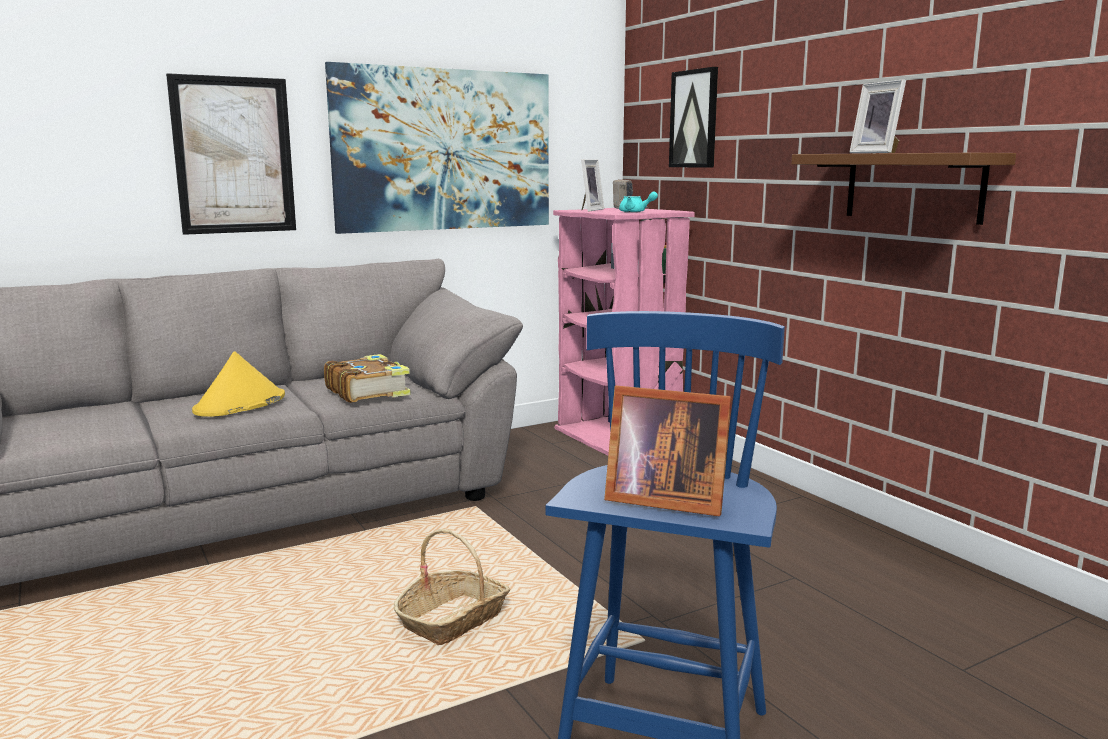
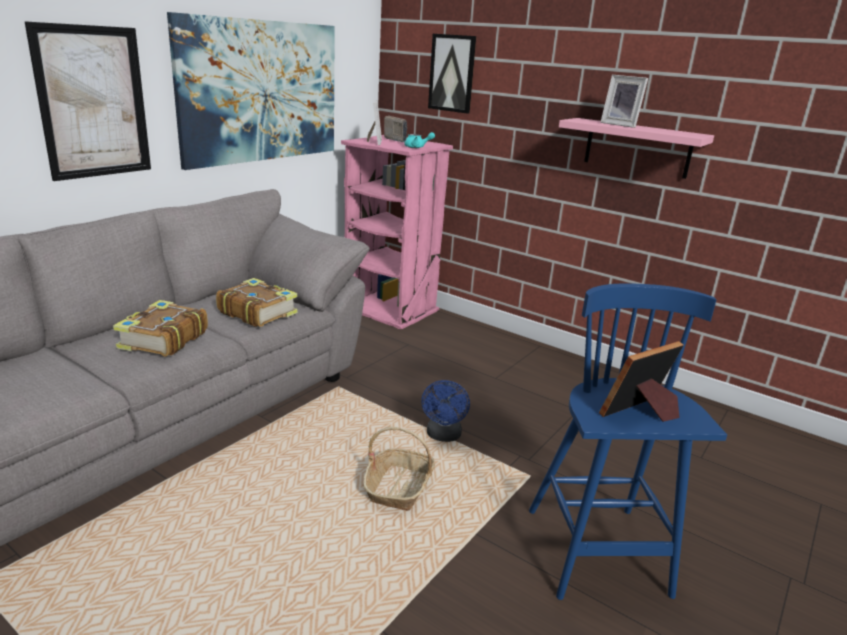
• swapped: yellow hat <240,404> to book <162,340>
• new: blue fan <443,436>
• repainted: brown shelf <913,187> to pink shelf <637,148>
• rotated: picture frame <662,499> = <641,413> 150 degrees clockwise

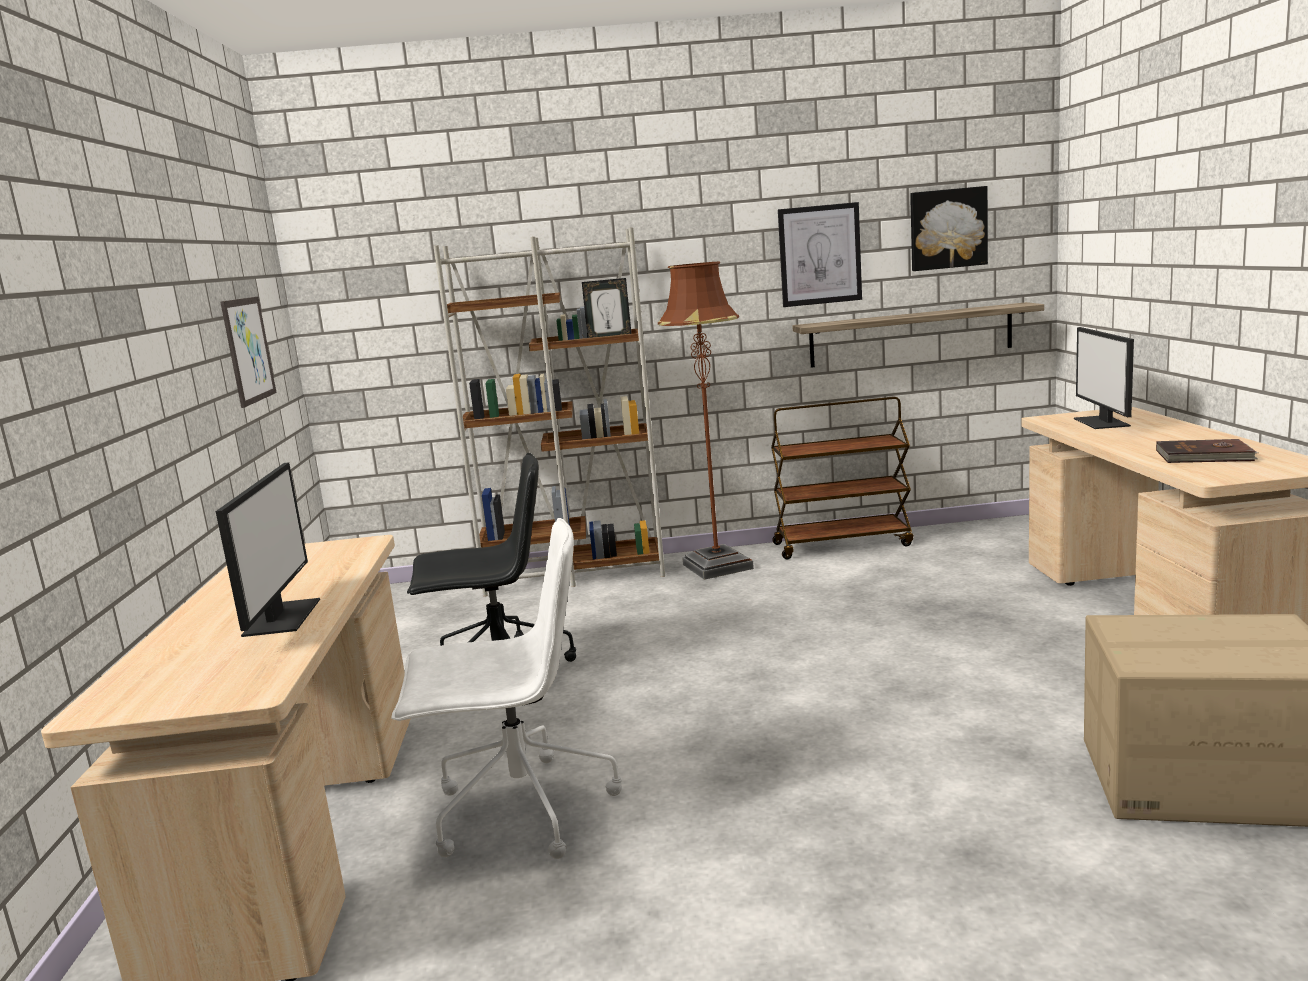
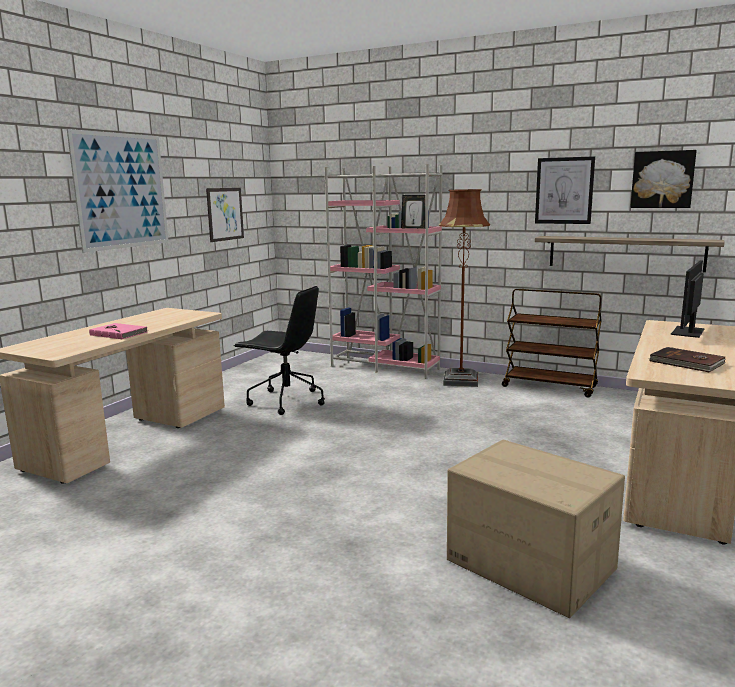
• new: picture <122,191>
• swapped: monitor <280,617> to pink book <119,333>
• repainted: brown bookcase <575,576> to pink bookcase <385,367>
• gone: white office chair <514,812>

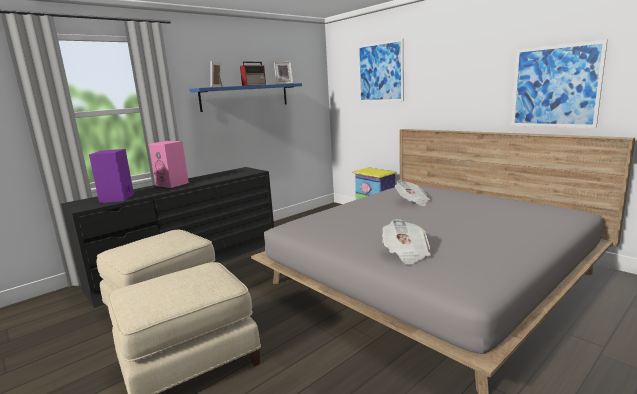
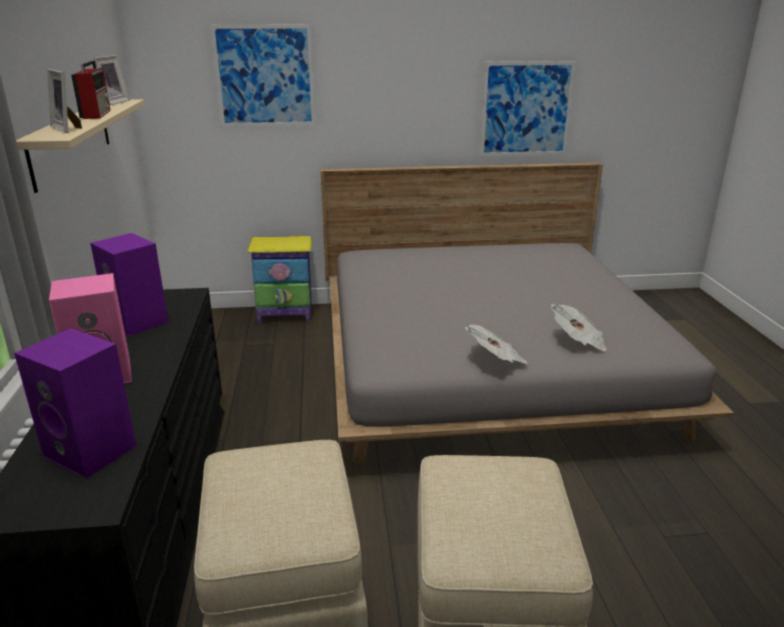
• repainted: blue shelf <245,97> to beige shelf <71,141>
• new: purple speaker <139,322>
• shifted: newspaper <412,202> to <495,359>

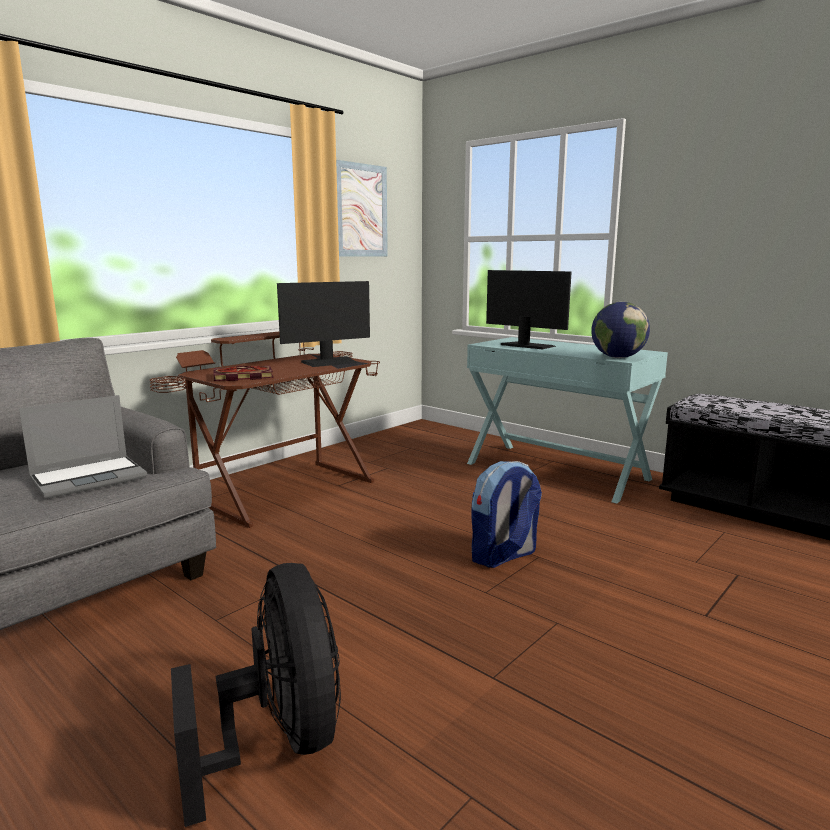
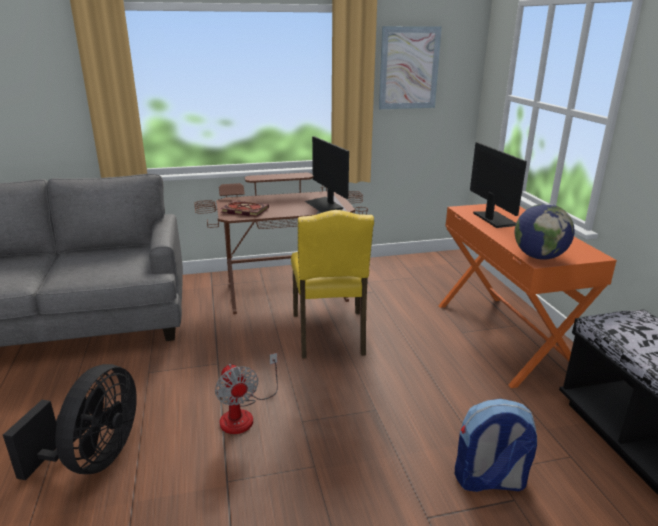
• new: fan <244,414>
• new: yellow chair <330,335>
• rotated: monitor <330,362> = <324,205> 60 degrees clockwise
• repainted: turquoise desk <556,471> to orange desk <504,337>
• shifted: backpack <503,556> to <489,481>
• gone: laptop <90,478>

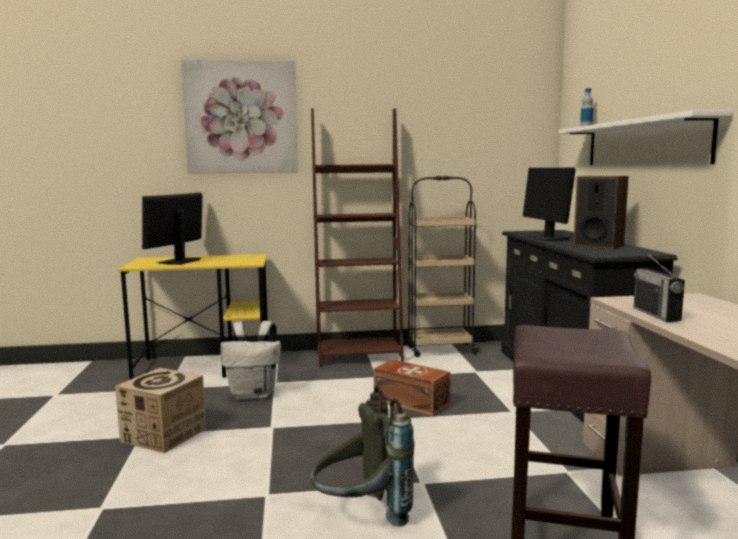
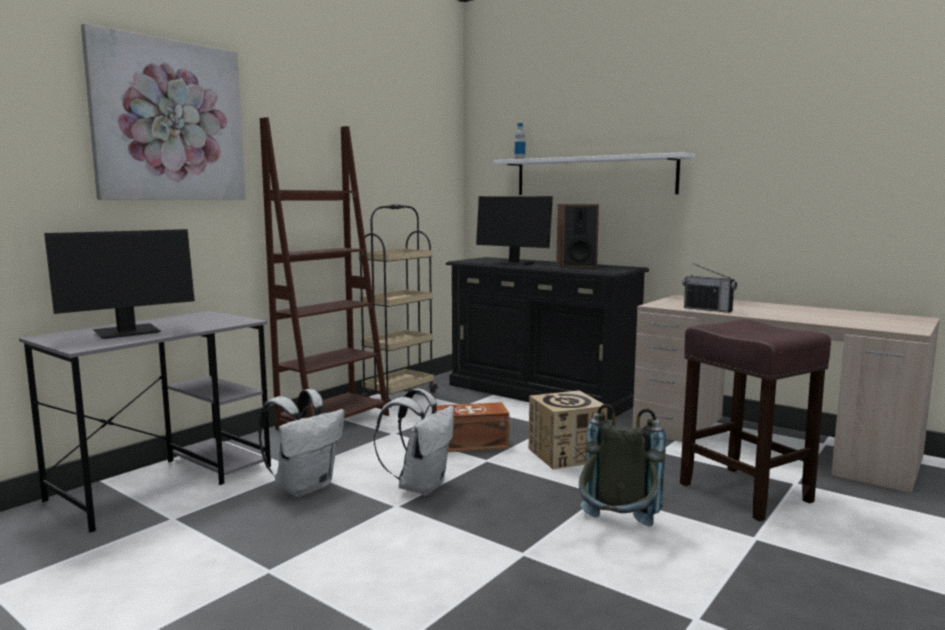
• repainted: yellow desk <205,366> to grey desk <165,482>
• rotated: monitor <179,261> = <127,332> 105 degrees counterclockwise
• new: white backpack <420,486>
• shifted: cardboard box <164,435> to <566,455>

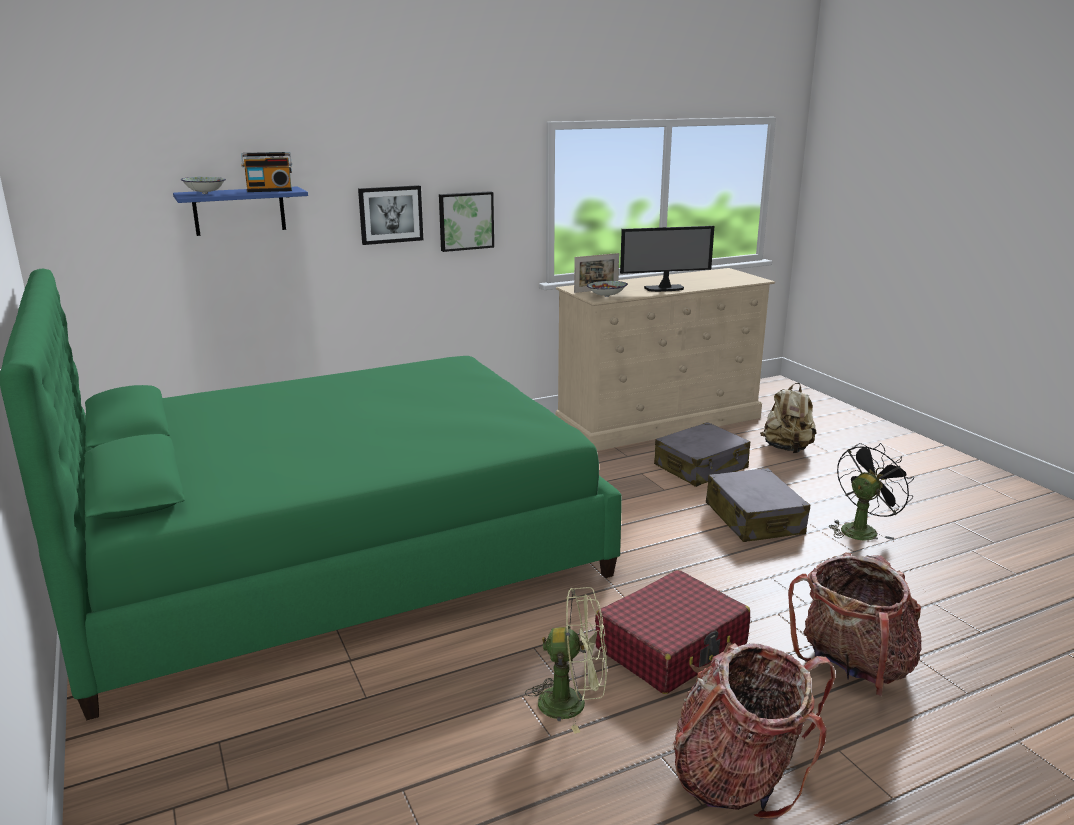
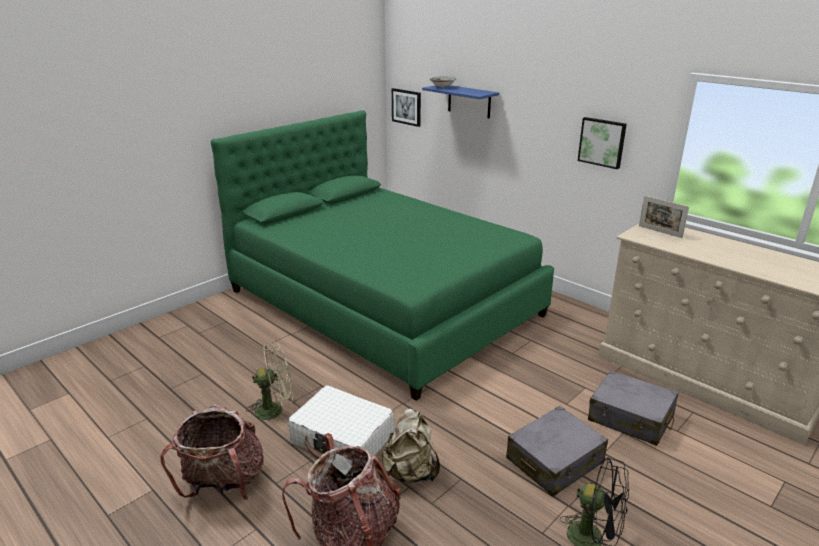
• rotated: green fan <573,703> = <275,409> 90 degrees counterclockwise
• repainted: red suitcase <672,647> to white suitcase <343,439>
• shifted: beige backpack <787,449> to <410,472>
• shifted: picture <390,214> to <406,107>
• gone: radio <269,190>
• gone: bowl <607,296>
• gone: monitor <665,289>

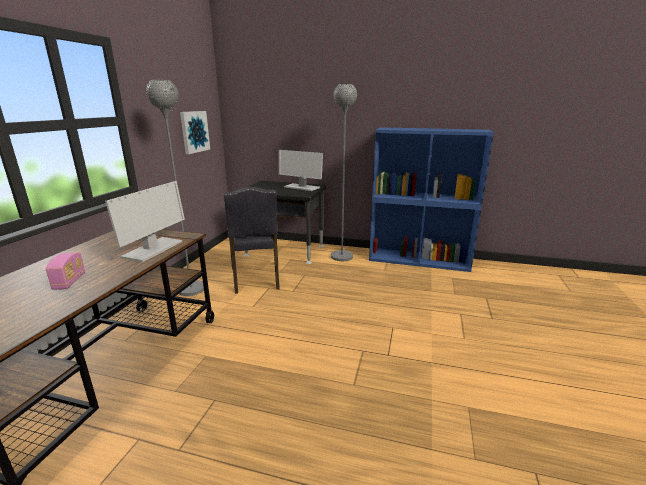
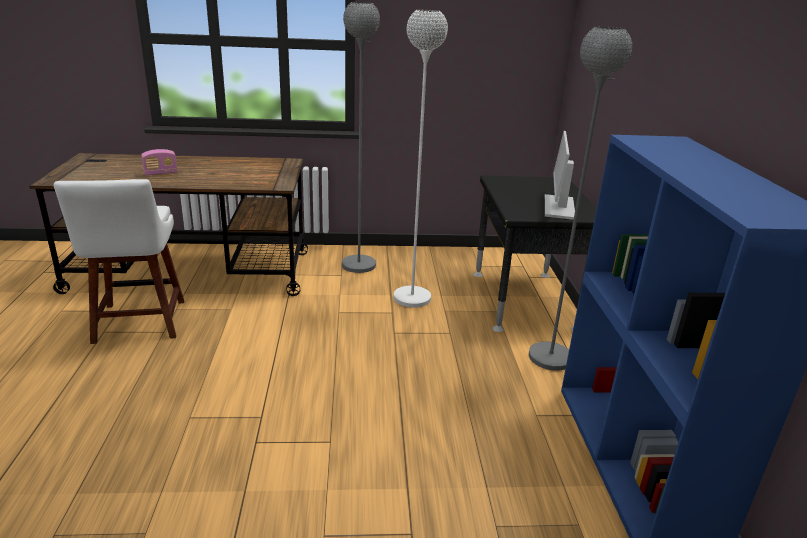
• new: white stool <138,323>
• swapped: grey chair <256,279> to white floor lamp <411,298>
• gone: monitor <152,250>
• gone: picture <194,131>

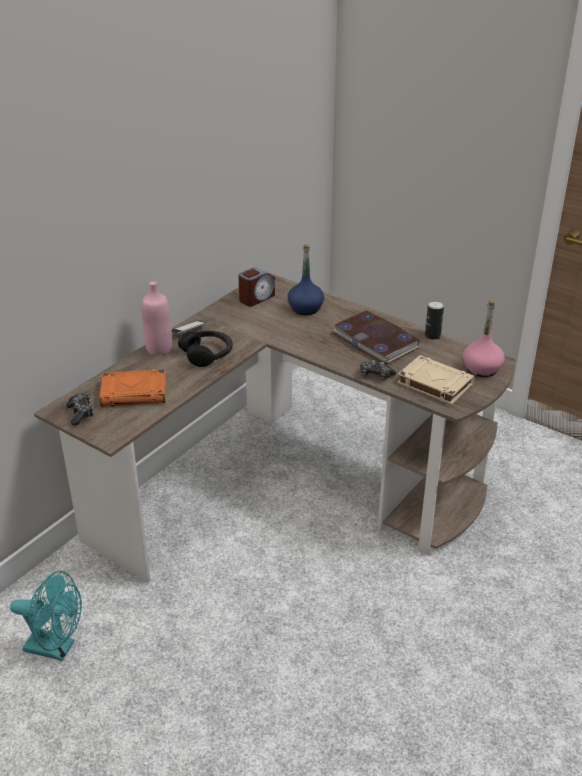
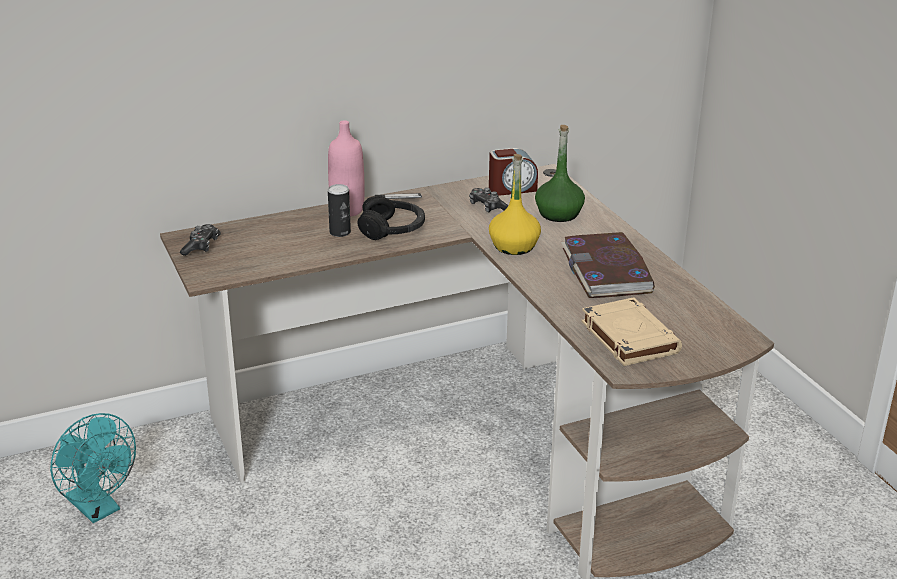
• shifted: can <432,336> to <340,232>
• shifted: game controller <375,375> to <487,207>
• new: yellow bottle <514,246>
• repainted: blue bottle <305,308> to green bottle <559,214>
• gone: orange book <135,393>
• gone: pink bottle <482,369>

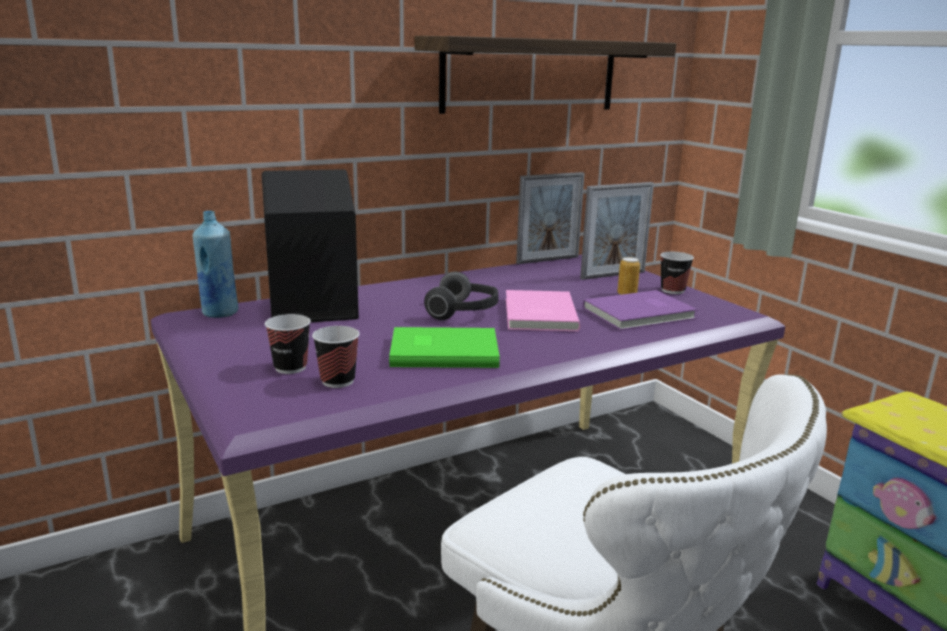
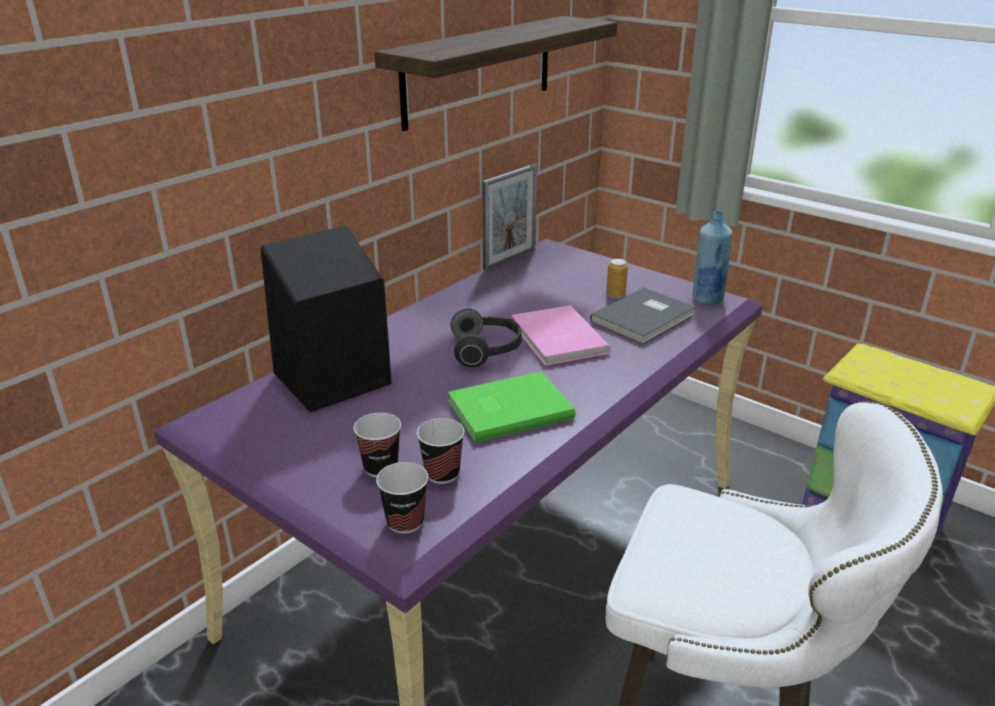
• shifted: cup <672,290> to <405,522>
• repainted: purple book <641,314> to grey book <645,318>
• shifted: blue bottle <219,313> to <707,299>
• gone: picture frame <613,275>

